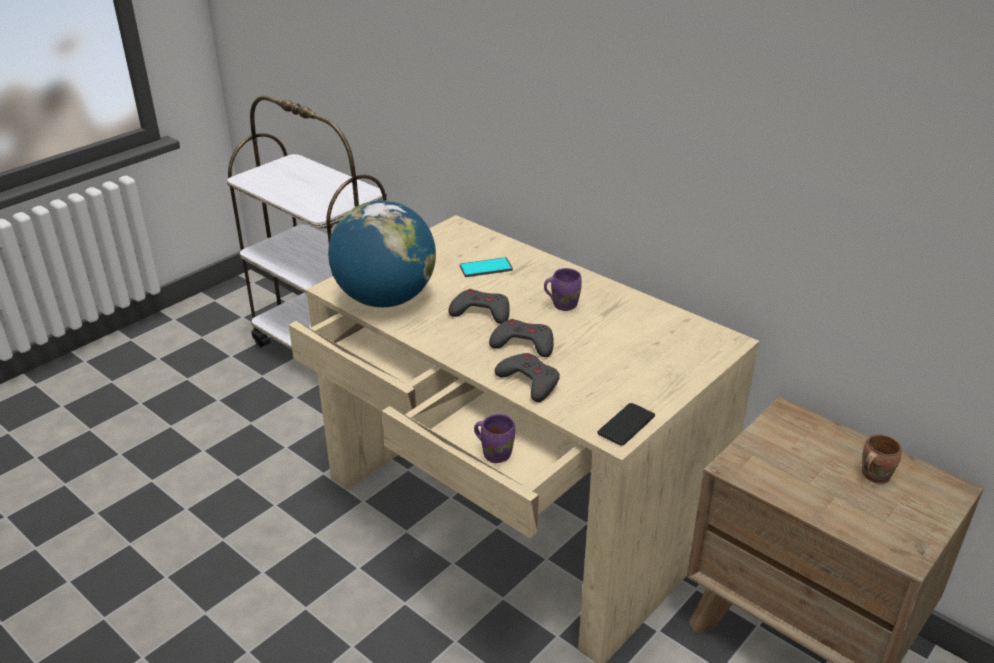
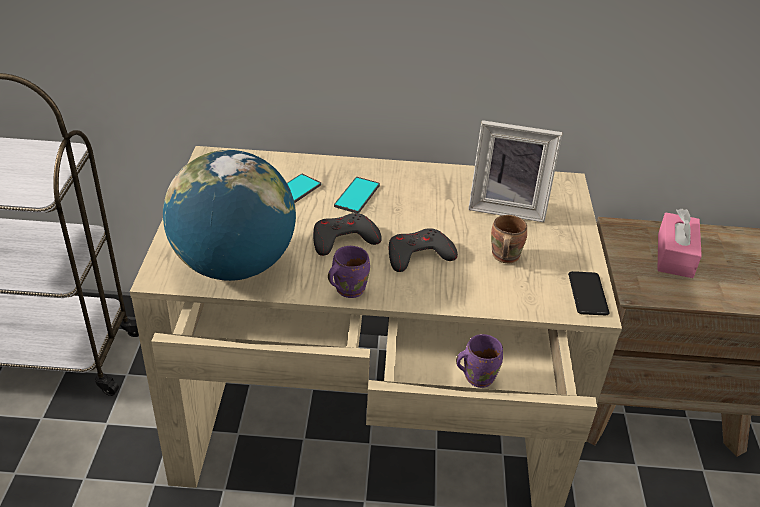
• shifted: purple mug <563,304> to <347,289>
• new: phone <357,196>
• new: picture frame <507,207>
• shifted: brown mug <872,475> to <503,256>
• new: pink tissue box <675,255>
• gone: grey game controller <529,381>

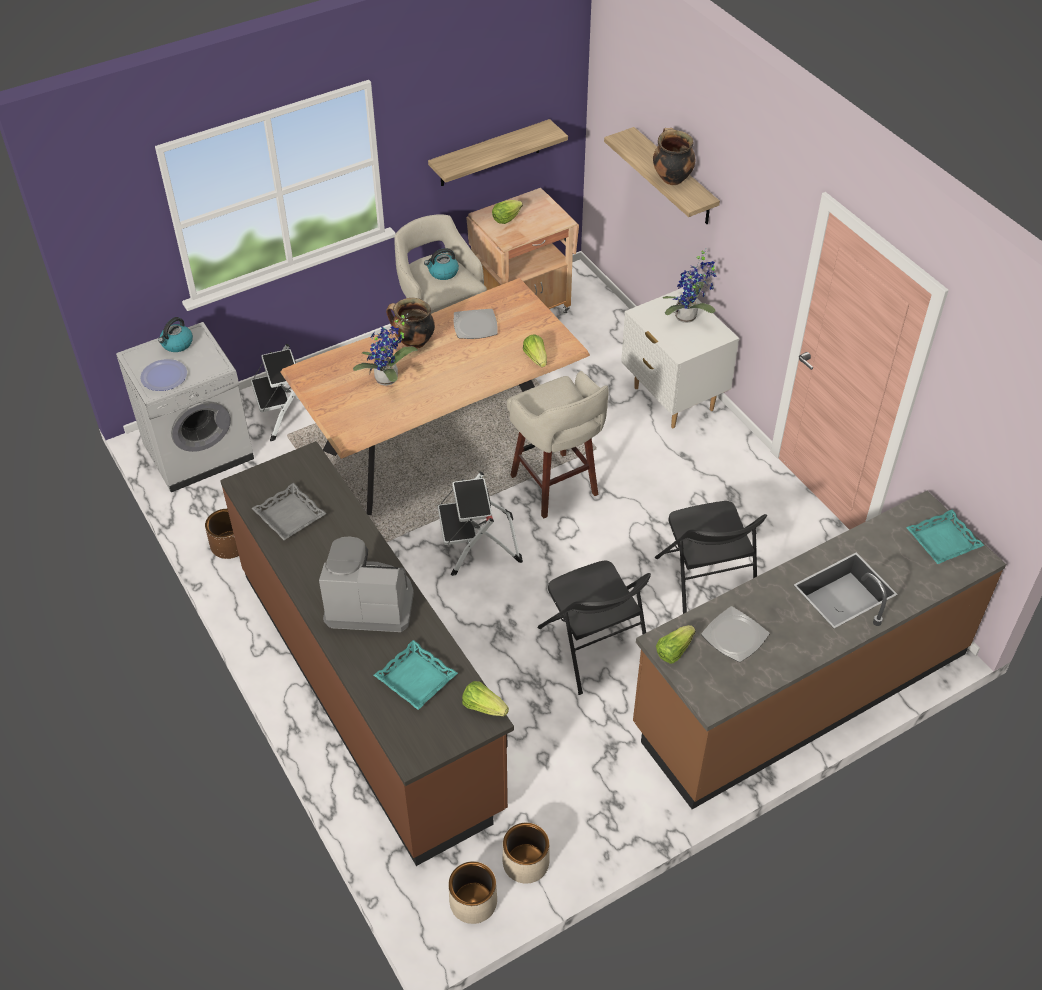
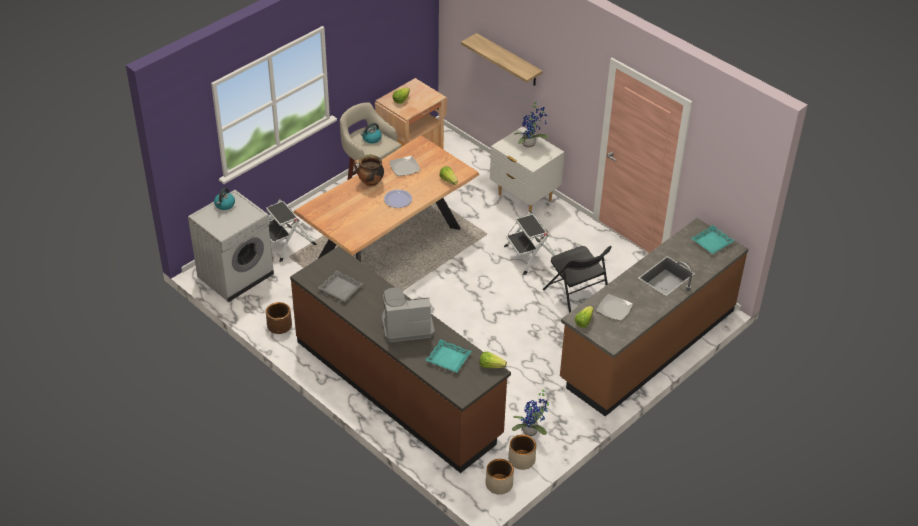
• shifted: plate <164,376> to <398,199>
• shifted: step ladder <479,542> to <532,255>
• shifted: potted plant <388,380> to <532,432>
• gone: shelf <490,153>
• gone: beige stool <555,488>
• gone: black chair <593,646>
• gone: cooking pot <671,178>

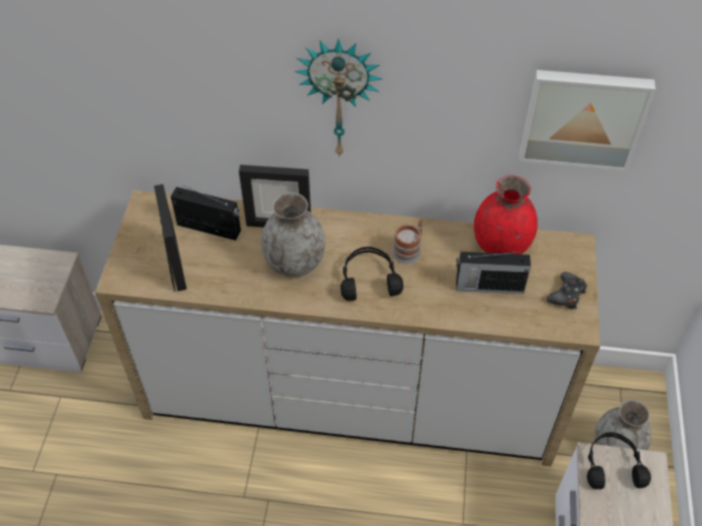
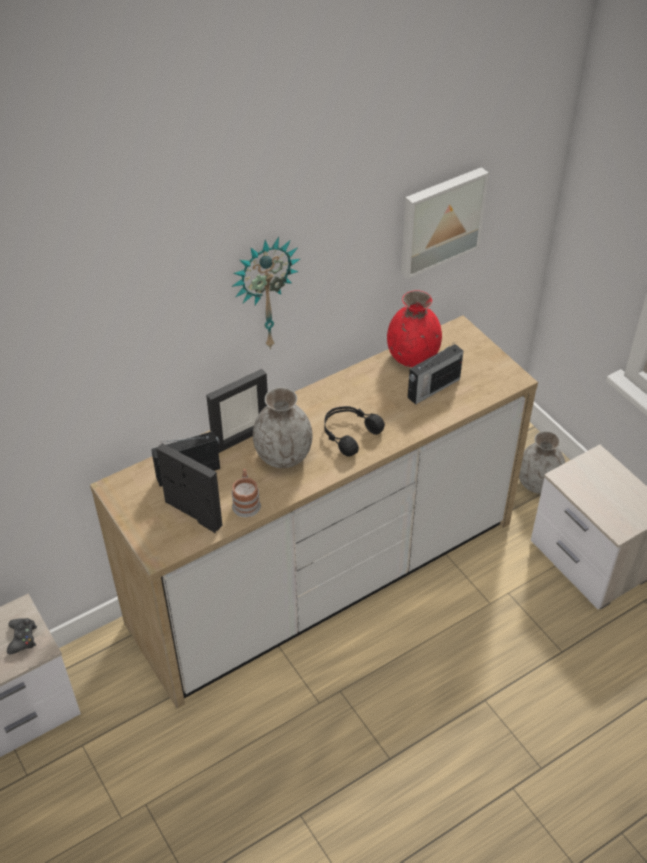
• shifted: black game controller <566,295> to <22,638>
• shifted: mug <409,250> to <246,502>
• gone: black headphones <612,465>

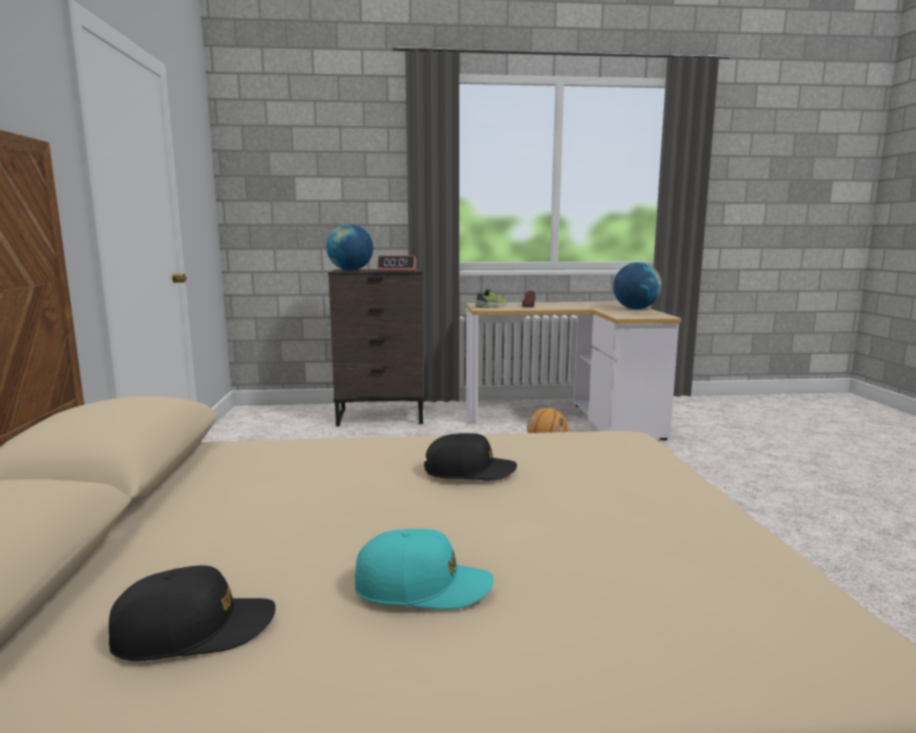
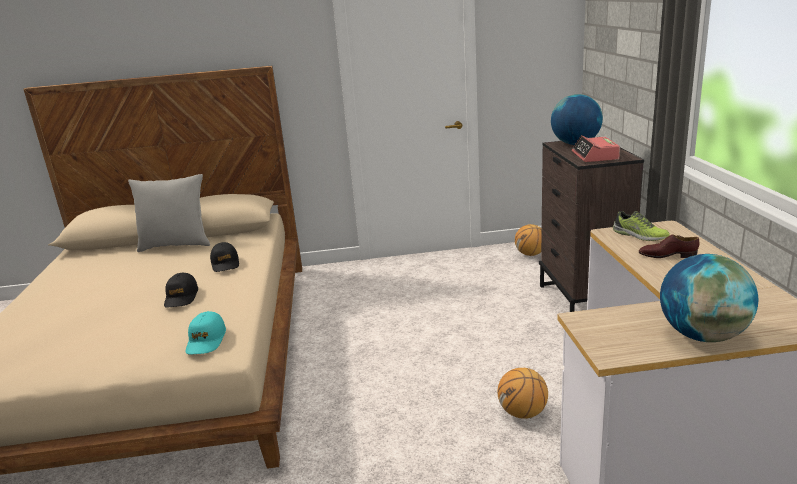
• new: grey pillow <176,245>
• shifted: turquoise cap <422,587> to <206,340>
• shifted: black cap <194,630> to <225,263>
• new: basketball <530,254>

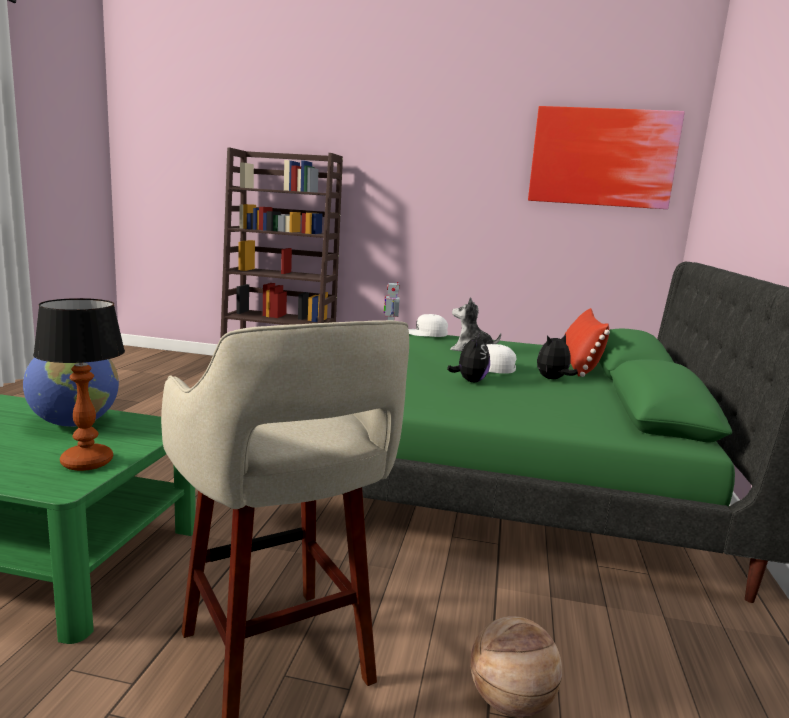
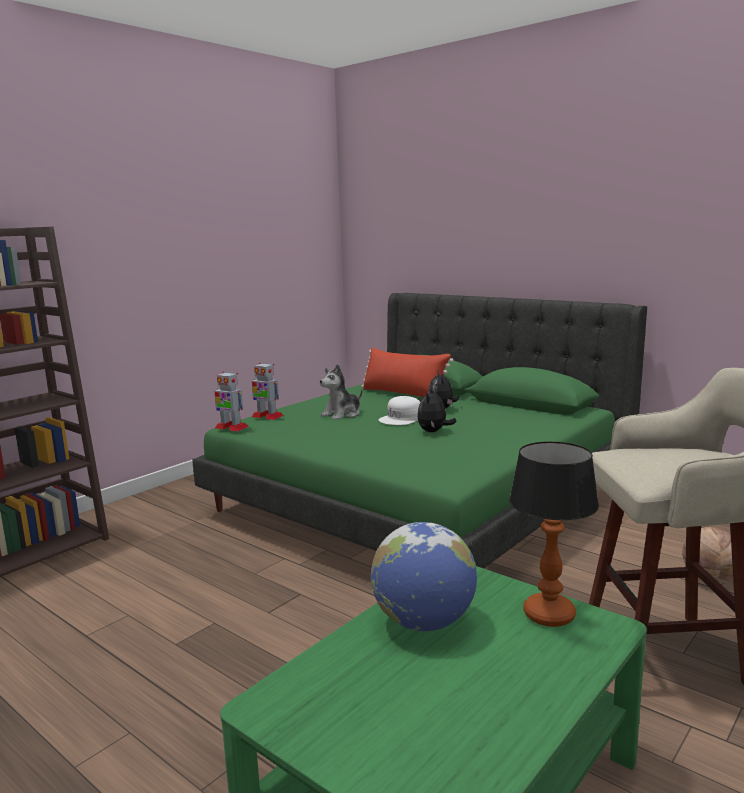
• swapped: white cap <426,333> to toy robot <267,416>
• rotated: plush toy <470,381> = <434,432> 105 degrees counterclockwise
• gone: picture <602,158>

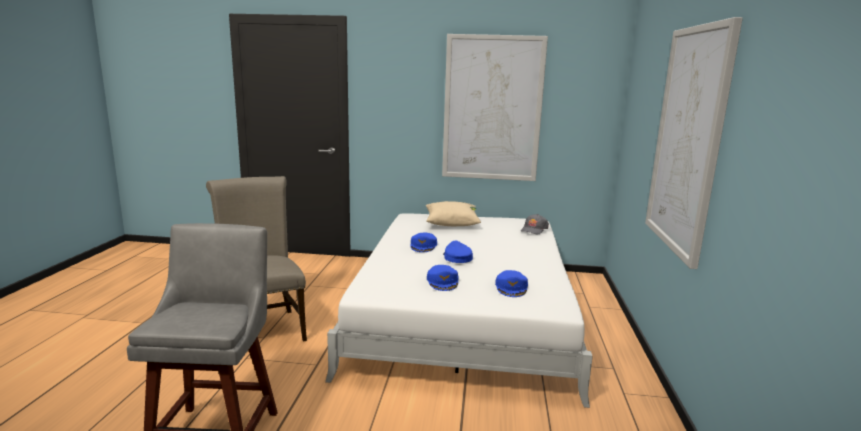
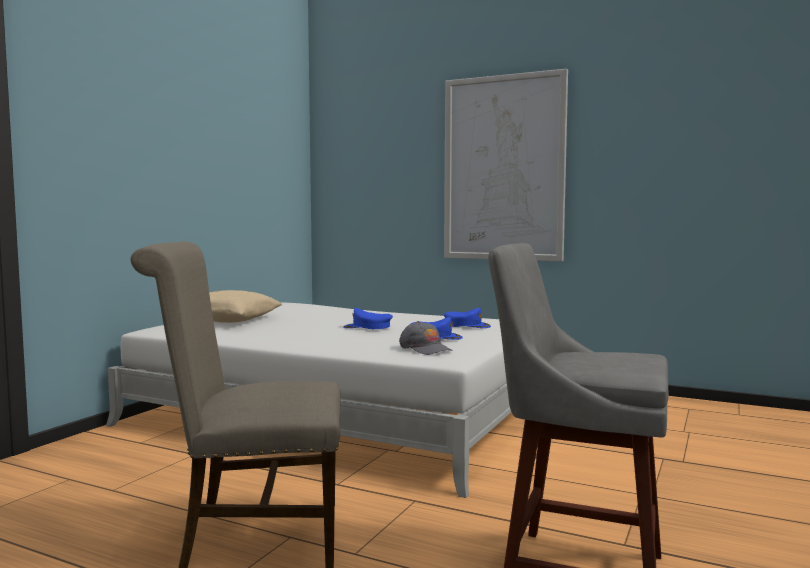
• shifted: grey cap <534,229> to <425,349>
• gone: blue cap <423,246>
• gone: picture <492,109>

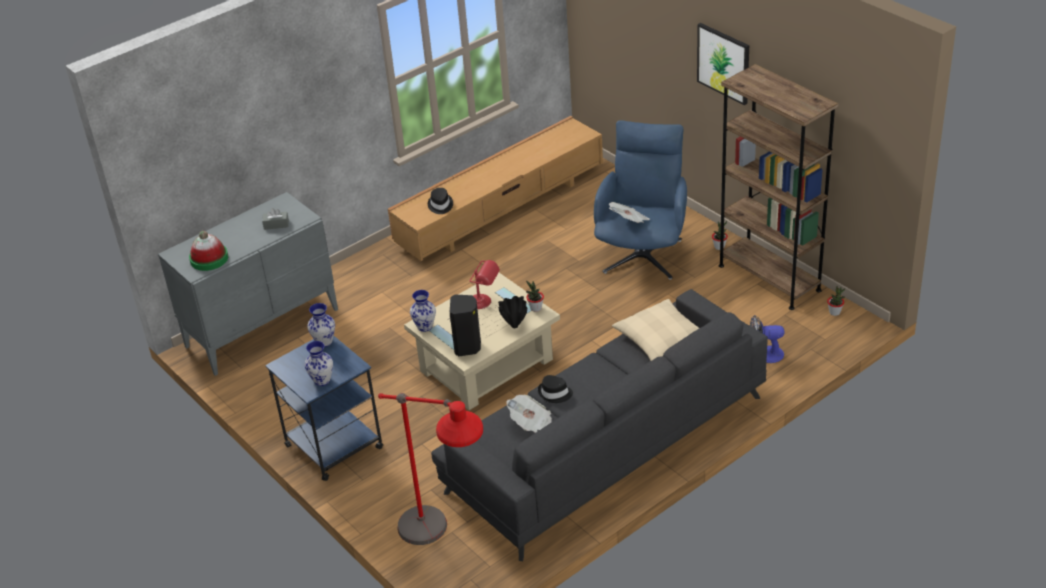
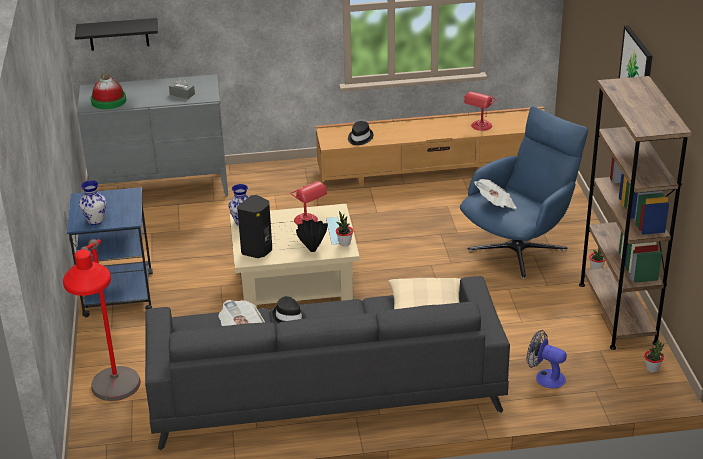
• new: black shelf <118,34>
• new: red table lamp <480,127>
• gone: vase <324,342>

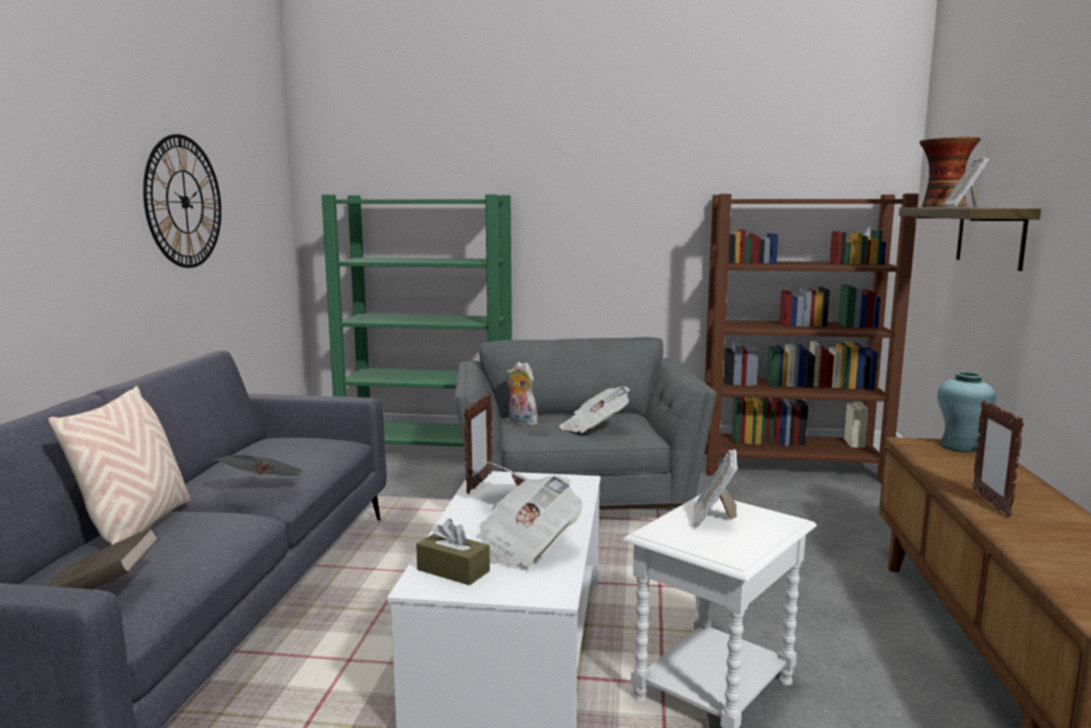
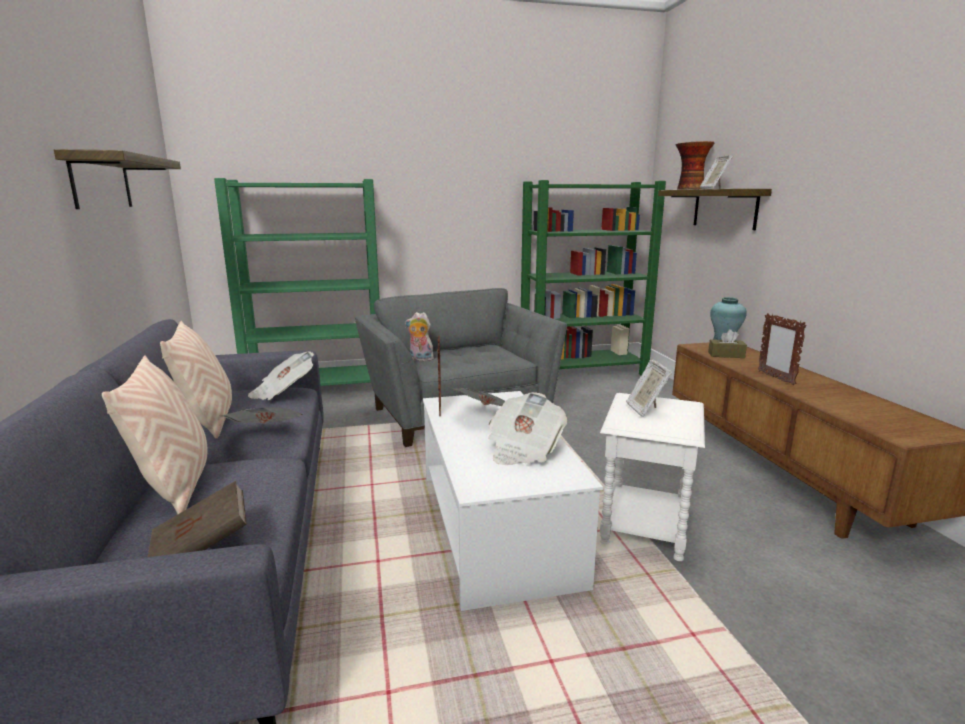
• swapped: wall clock <184,202> to shelf <101,182>
• new: beige pillow <208,421>
• shifted: newspaper <594,428> to <283,392>
• repainted: brown bookcase <791,466> to green bookcase <582,372>
• shifted: brown tissue box <453,570> to <726,355>

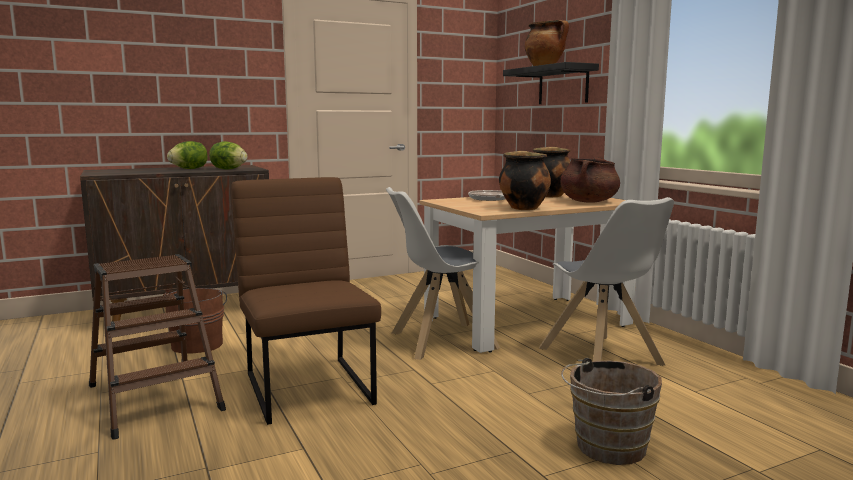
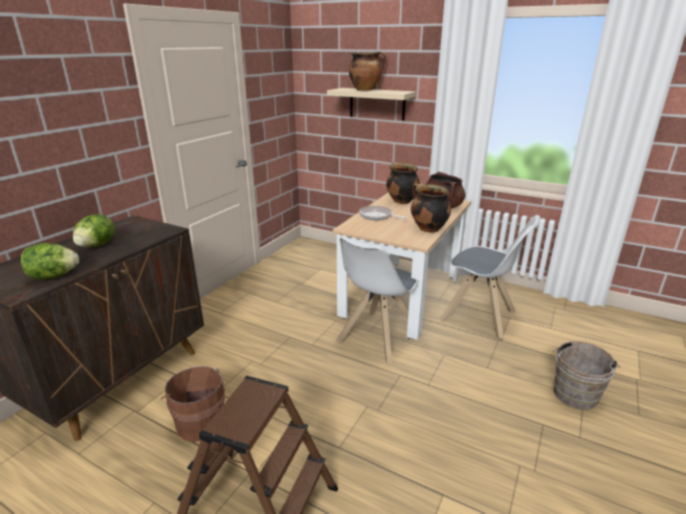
• shifted: lettuce <228,169> to <53,276>
• repainted: black shelf <563,85> to beige shelf <377,104>
• gone: brown chair <308,386>

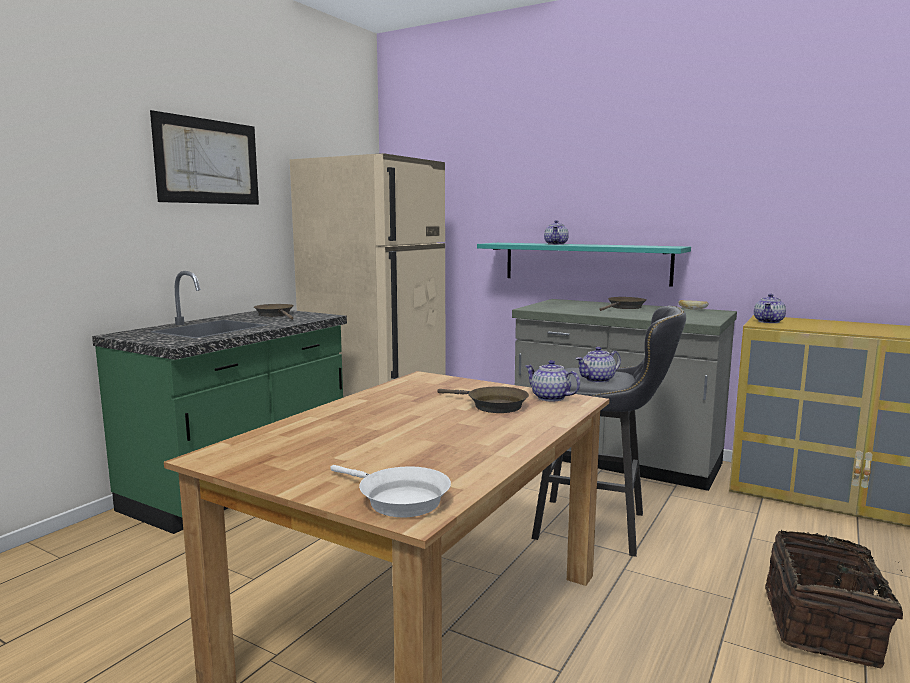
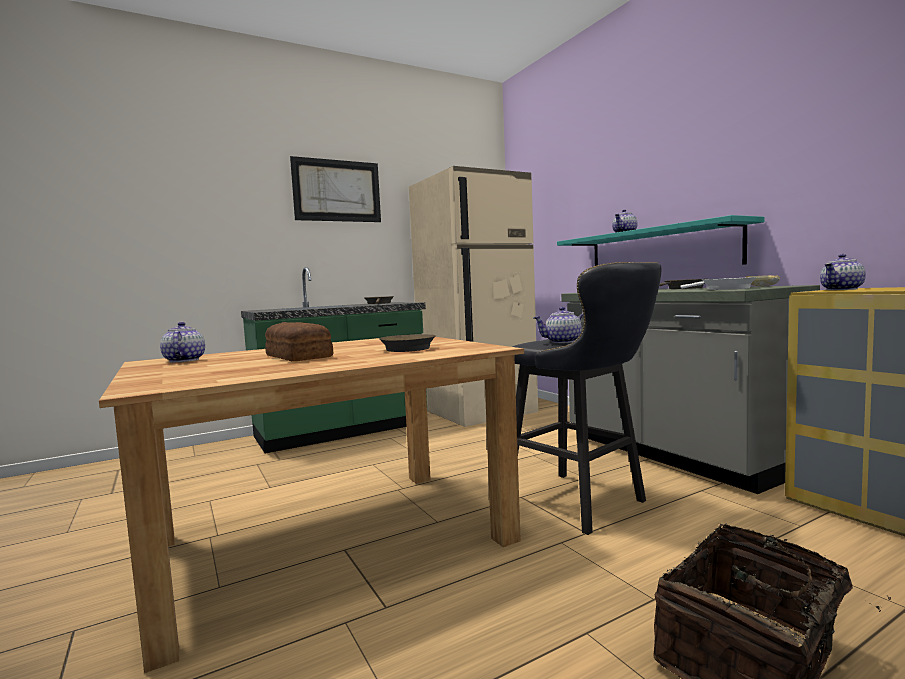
• shifted: teapot <550,398> to <183,360>
• new: bread <297,357>
• shifted: white frying pan <398,500> to <723,289>

